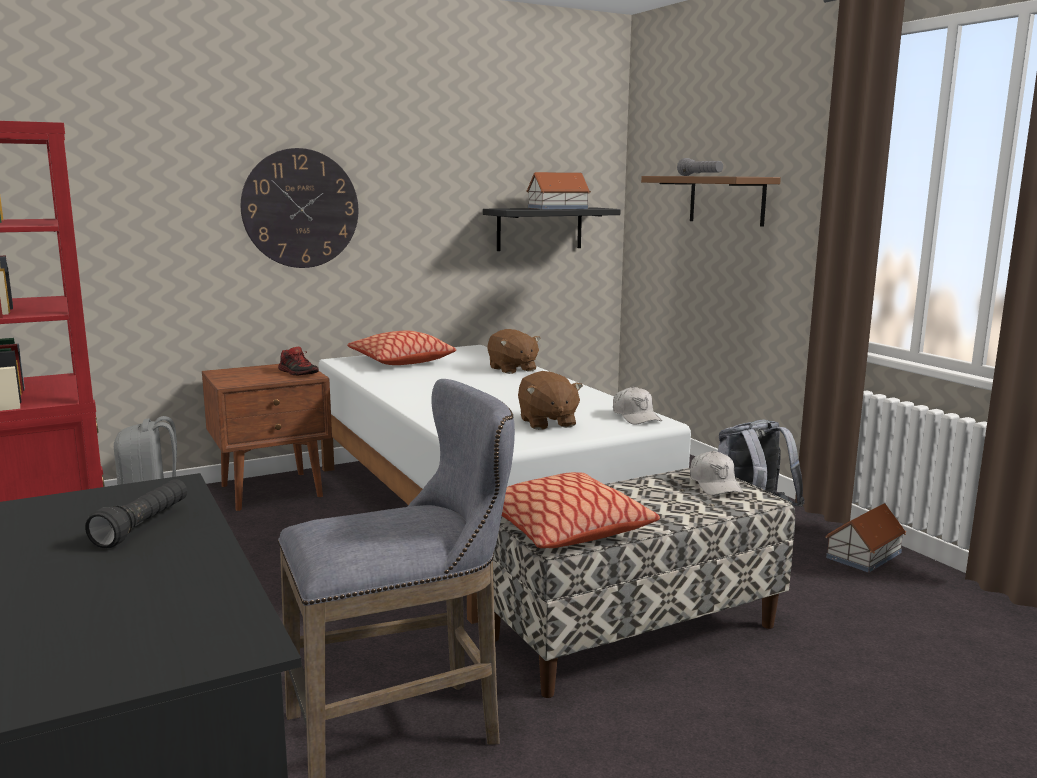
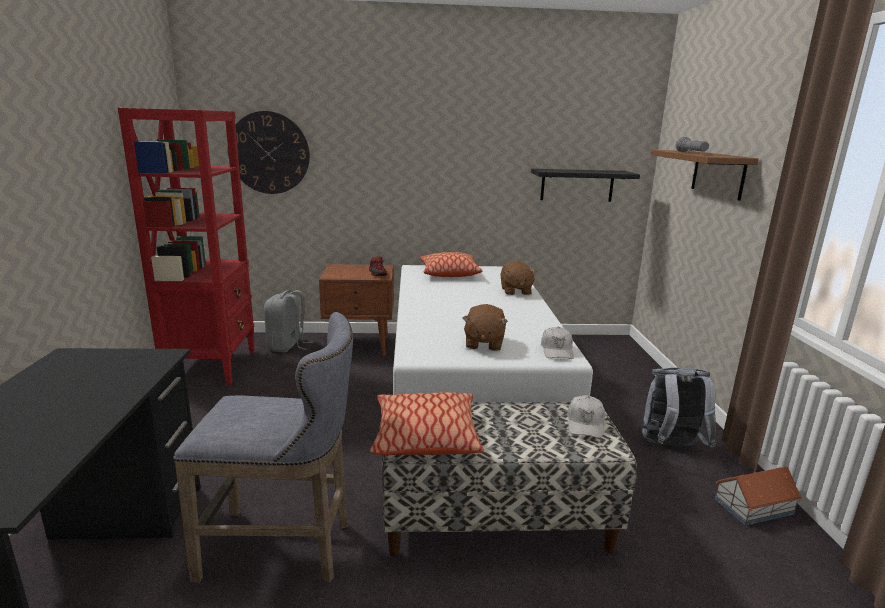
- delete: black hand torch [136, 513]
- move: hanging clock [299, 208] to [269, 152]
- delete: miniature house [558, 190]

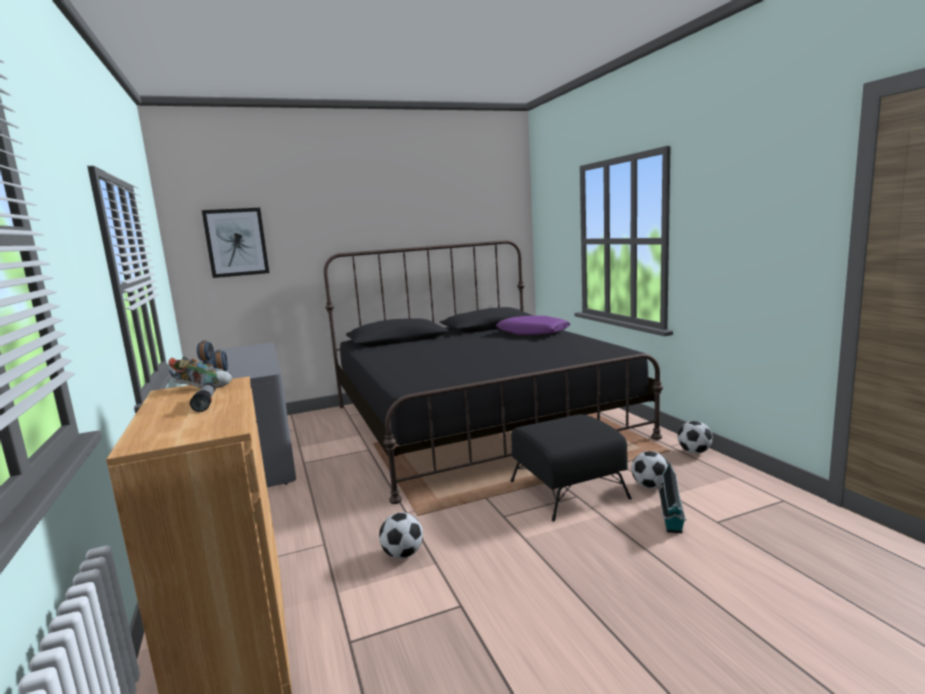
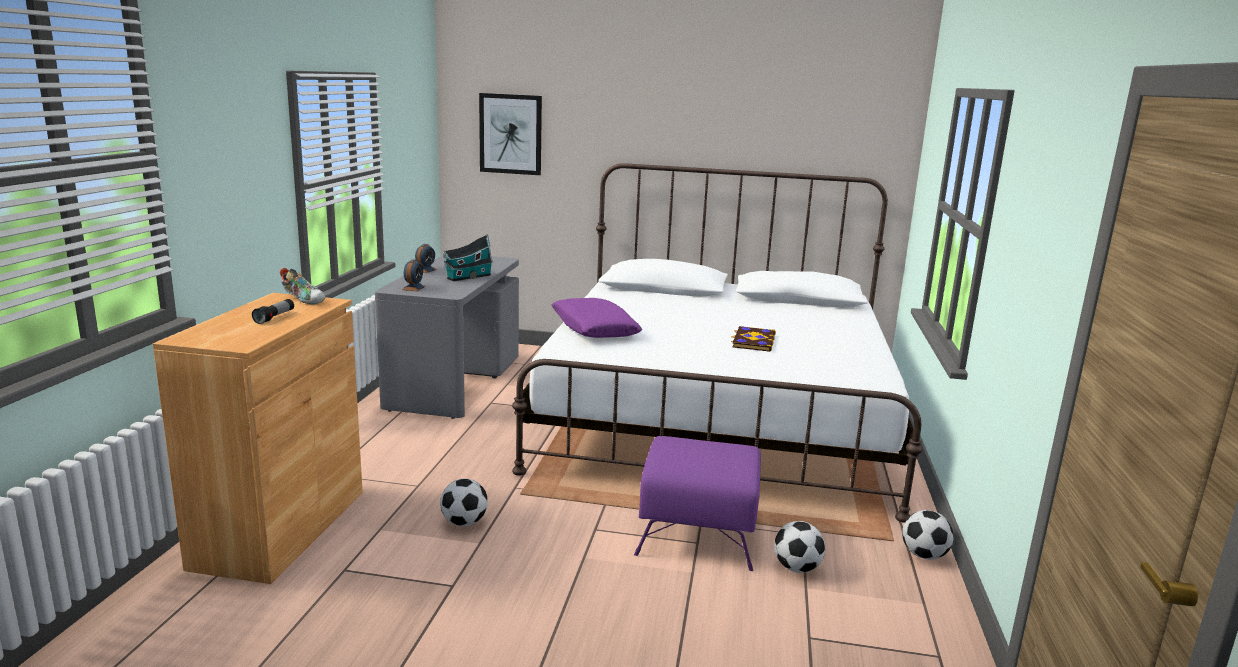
- recolor: black bed [493, 372] to white-coloured bed [717, 343]
- move: purple-coloured cushion [533, 325] to [597, 318]
- recolor: black pouffe [571, 467] to purple-coloured pouffe [697, 503]
- move: miniature house [672, 497] to [468, 258]
- insert: book [753, 339]

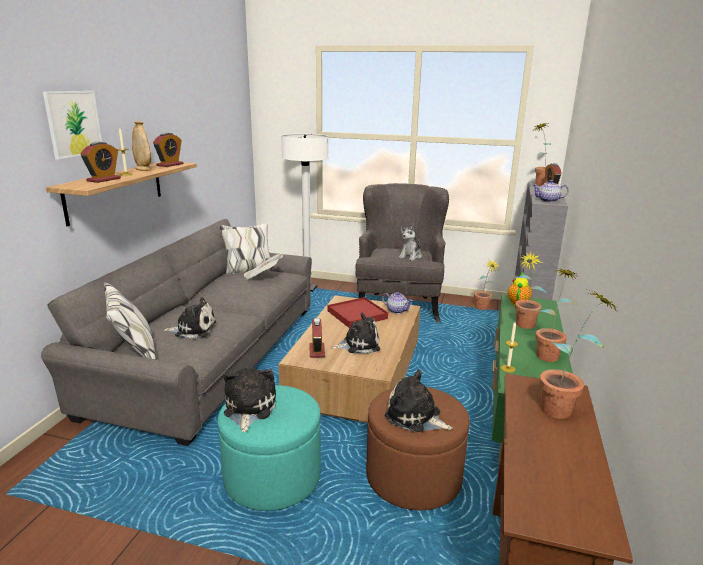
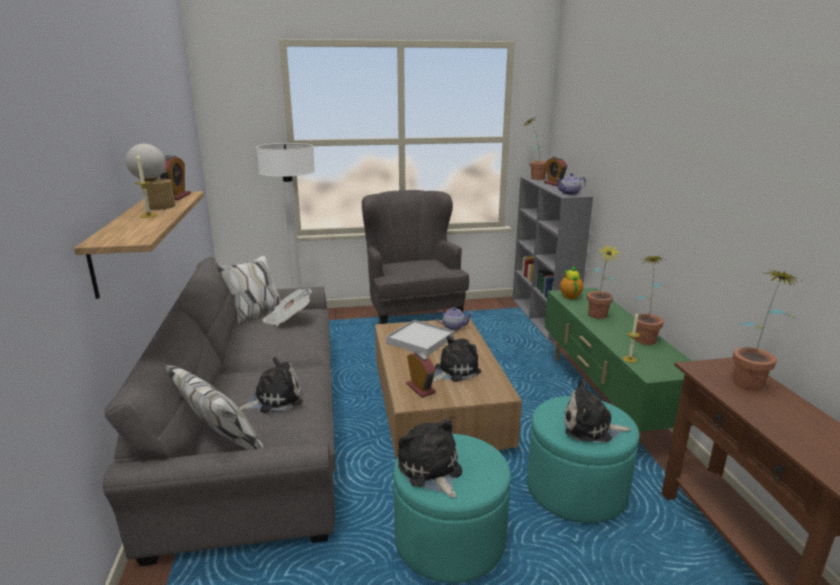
- delete: picture [72, 125]
- delete: table clock [100, 162]
- replace: beige vase [142, 146] to lamp for a table [150, 177]
- recolor: reddish tray [358, 312] to white-coloured tray [420, 338]
- recolor: brown-coloured pouffe [418, 449] to turquoise pouffe [583, 459]
- delete: plush toy [410, 242]
- delete: houseplant [486, 285]

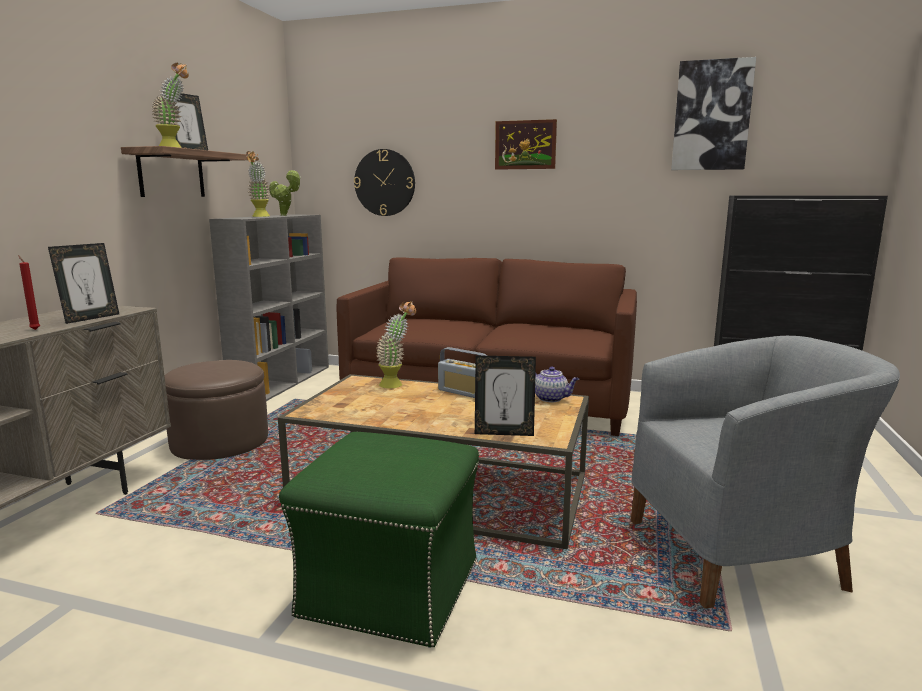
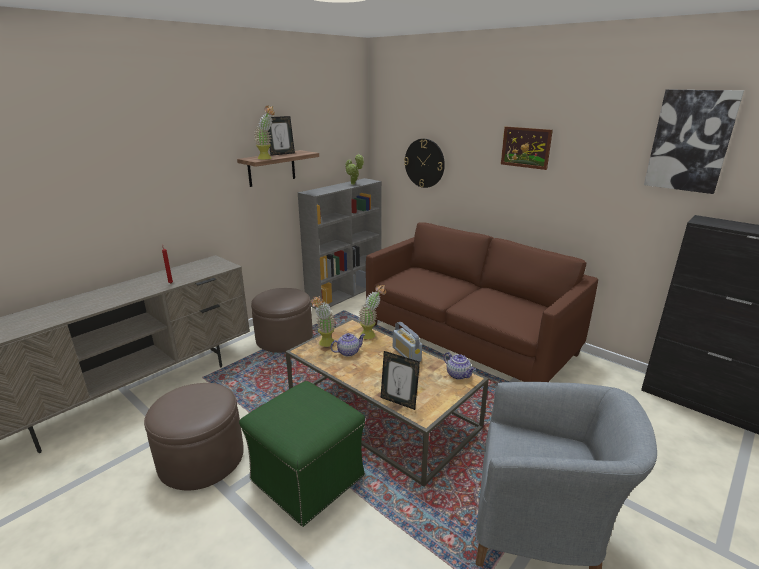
- delete: standing frame [83, 283]
- move: houseplant [258, 184] to [323, 321]
- insert: brown-coloured pouffe [194, 436]
- insert: tea pot [348, 345]

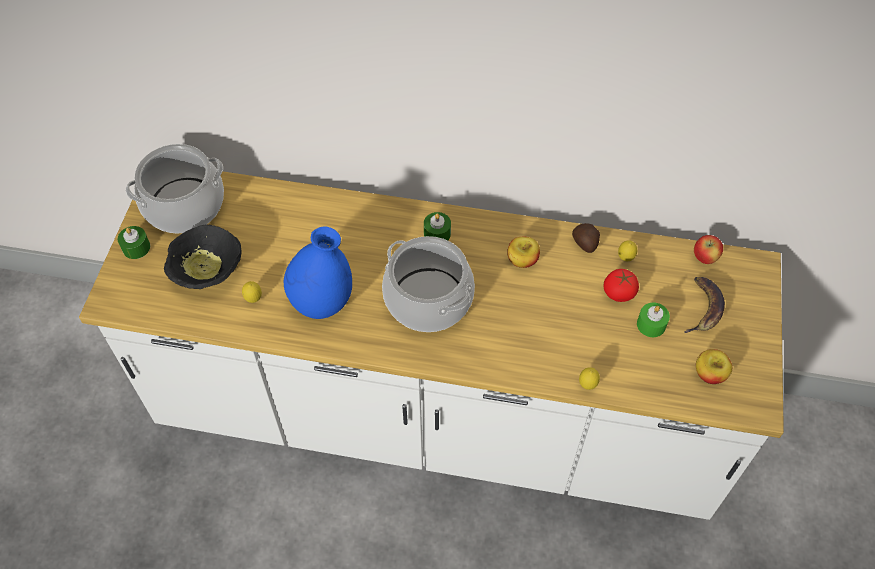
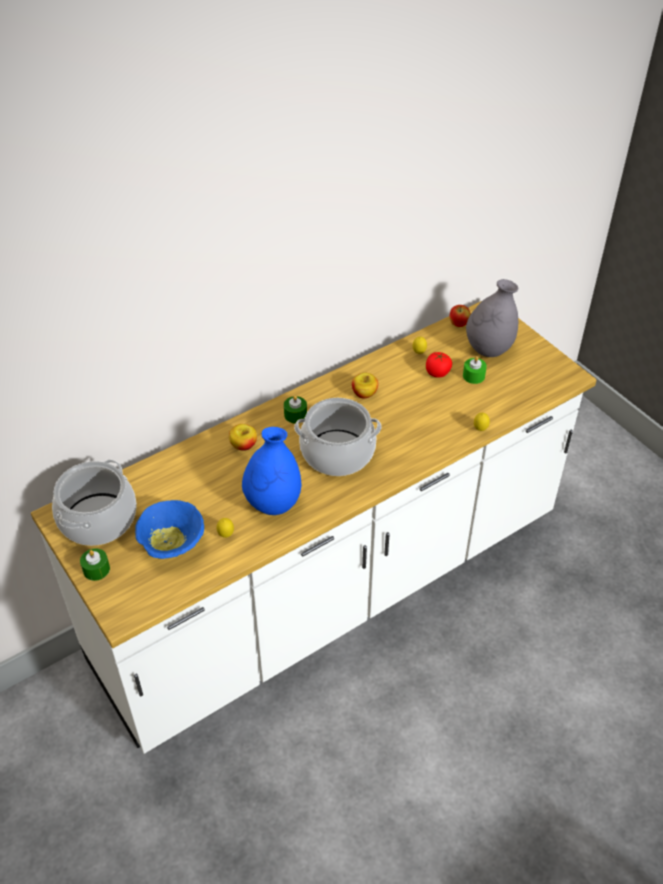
- recolor: black deep dish [202, 257] to blue-coloured deep dish [169, 529]
- delete: whole potato [586, 238]
- replace: banana fruit [704, 305] to grey vase [492, 318]
- move: apple [714, 366] to [243, 437]

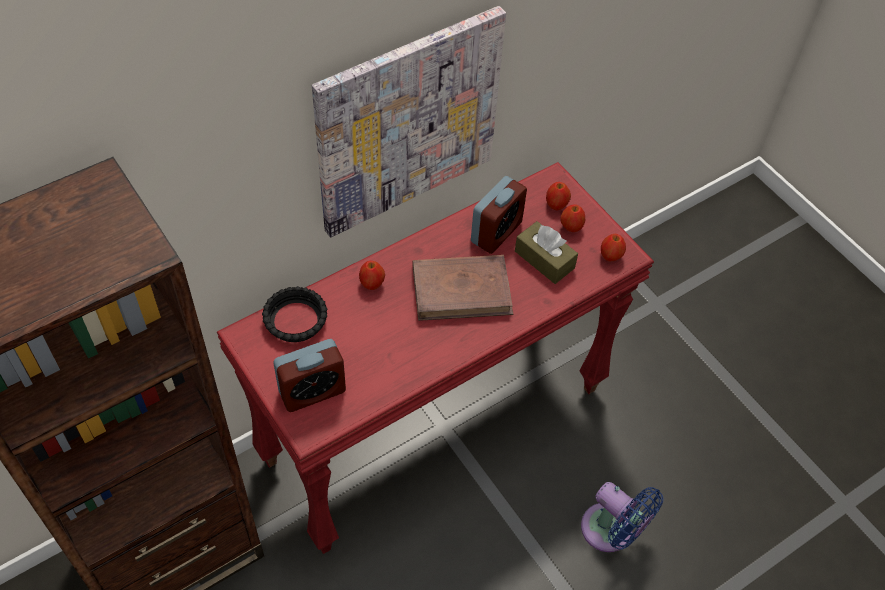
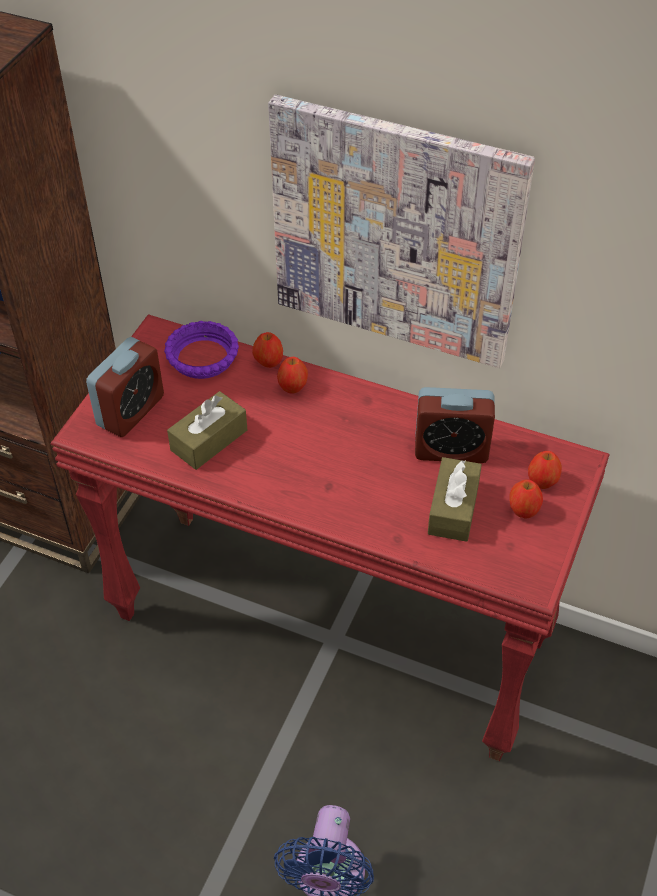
- recolor: black deep dish [295, 314] to purple-coloured deep dish [201, 350]
- rotate: table clock [309, 375] = [125, 387] 90 degrees counterclockwise
- delete: brown-coloured book [463, 288]
- move: apple [613, 247] to [267, 350]
- insert: brown-coloured box of tissues [207, 430]

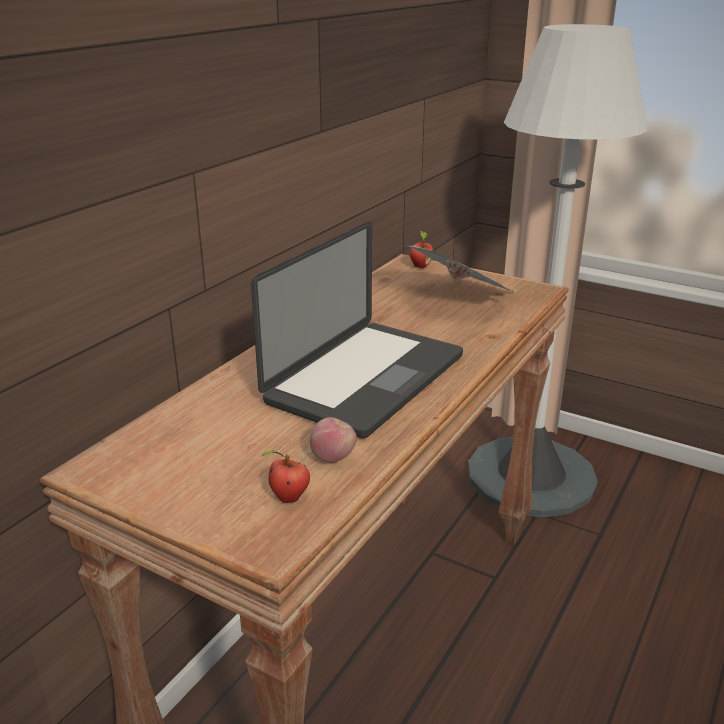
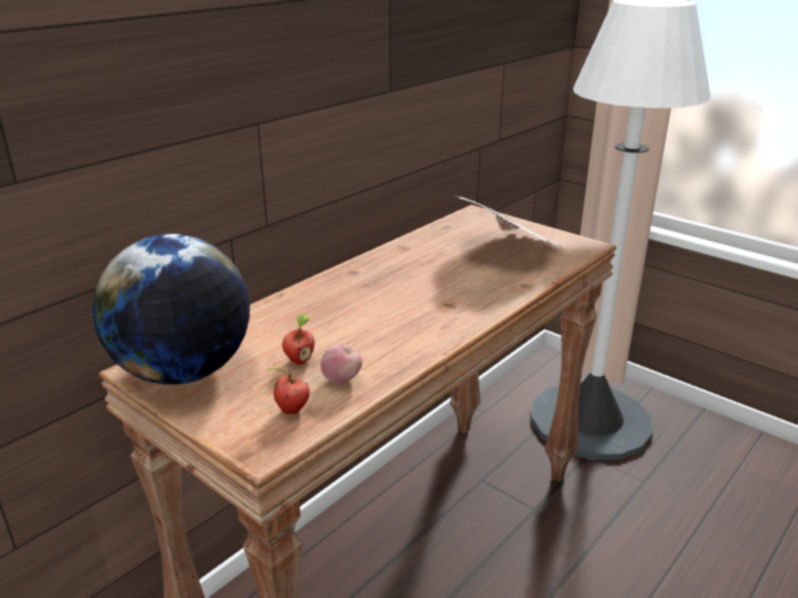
- delete: laptop [357, 330]
- move: apple [421, 249] to [298, 338]
- insert: desk globe [171, 309]

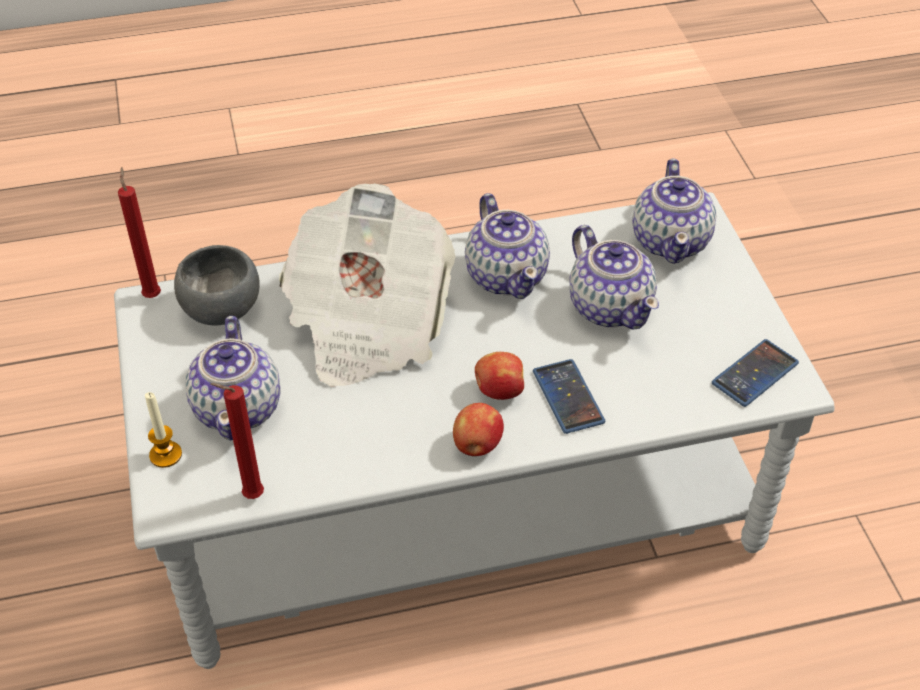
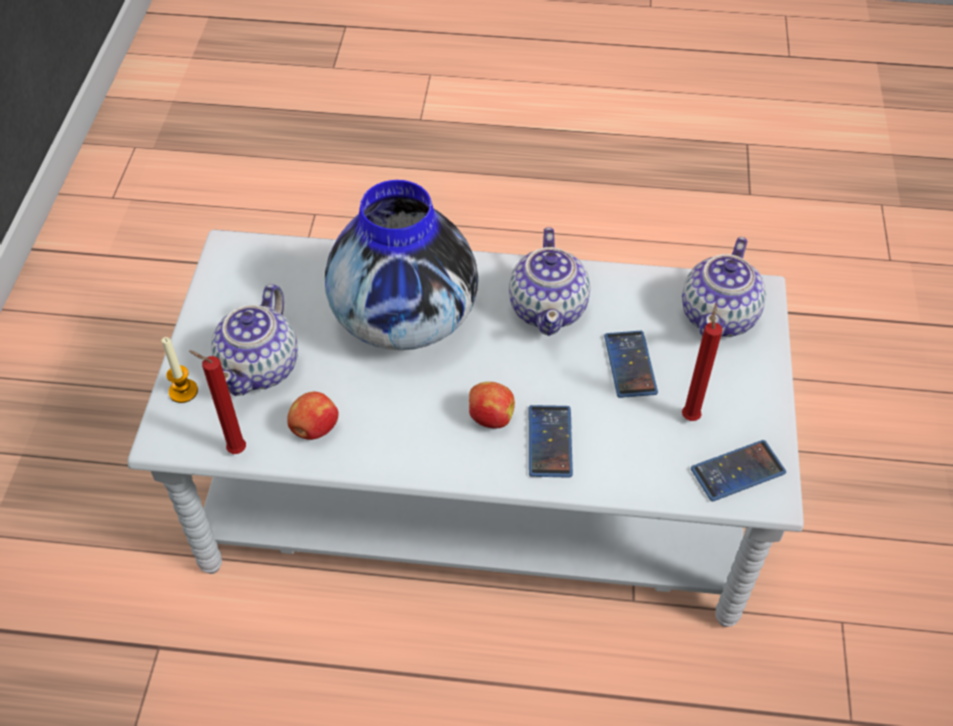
- move: reddish candle [139, 232] to [702, 362]
- delete: grey deep dish [217, 285]
- replace: newspaper [367, 285] to vase [401, 265]
- move: apple [478, 429] to [313, 416]
- replace: tea pot [614, 277] to phone [631, 364]

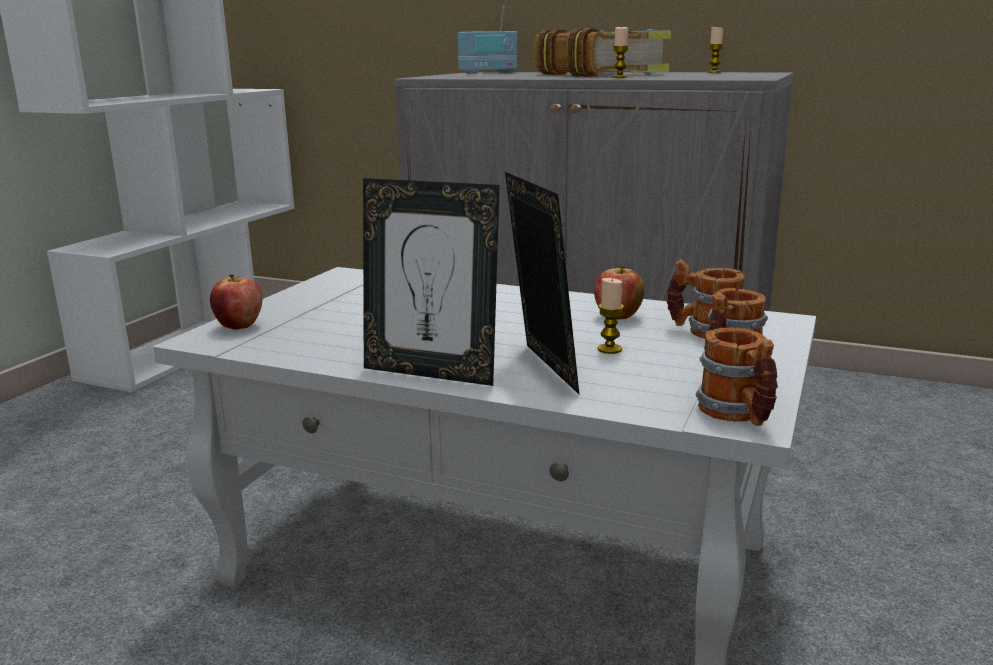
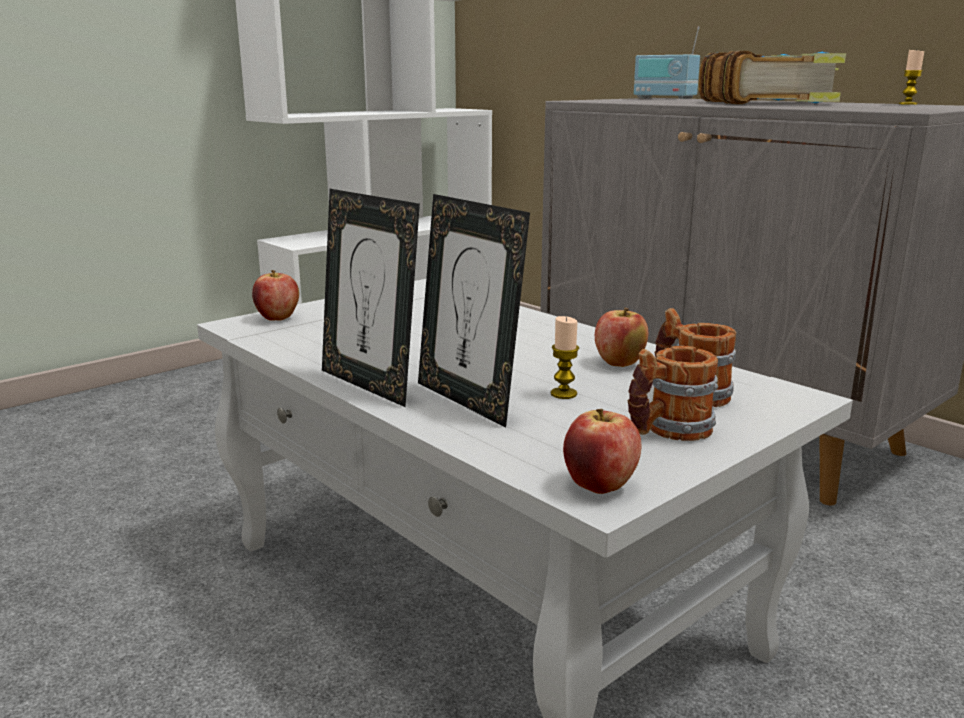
- rotate: radio set [487, 39] = [667, 62] 45 degrees clockwise
- rotate: standing frame [542, 283] = [474, 310] 135 degrees clockwise
- delete: candle [620, 52]
- replace: tea mug [737, 376] to apple [602, 451]

